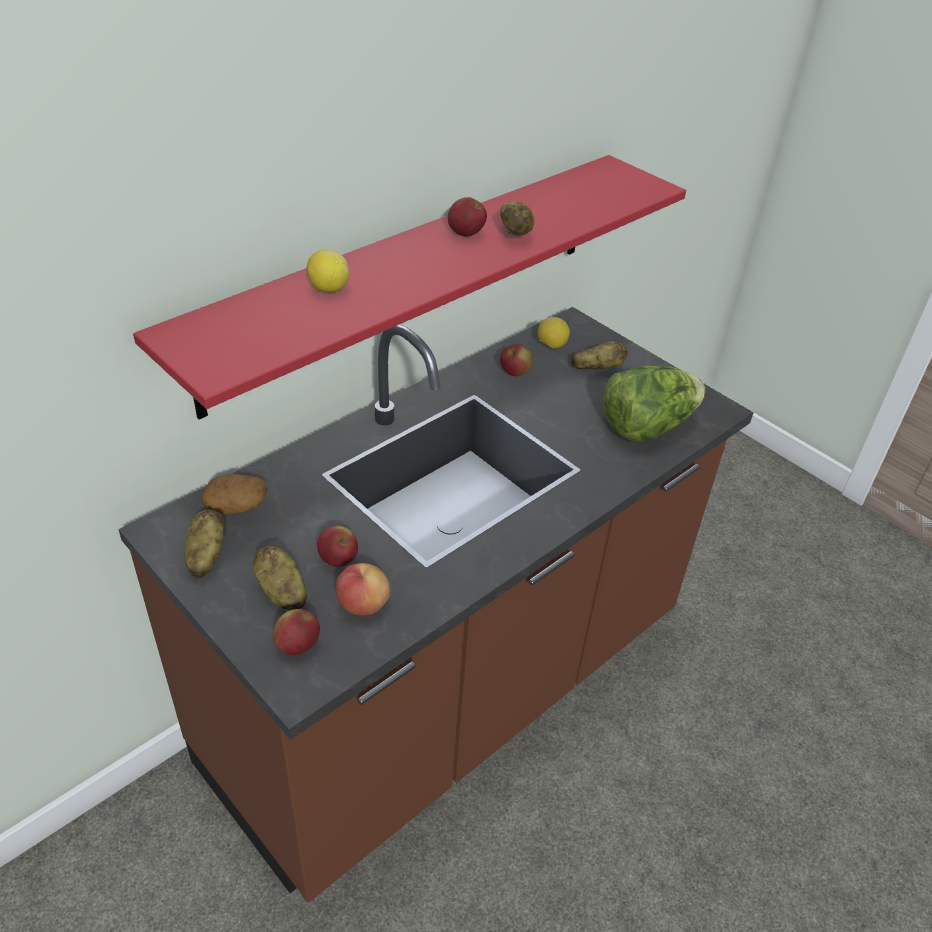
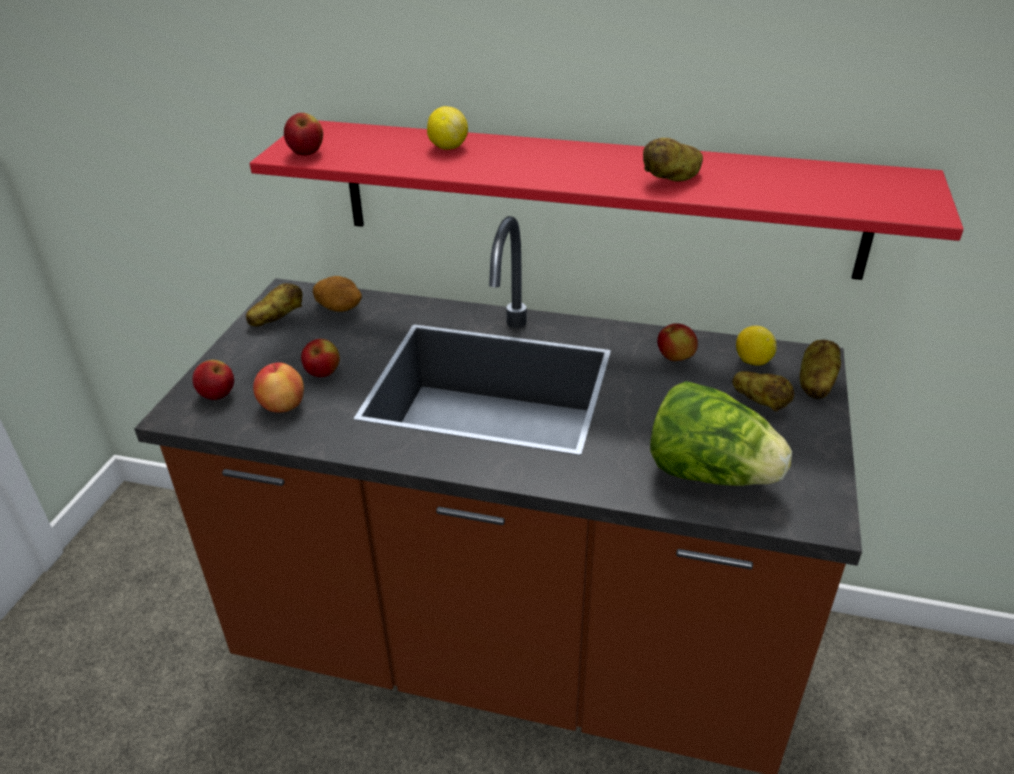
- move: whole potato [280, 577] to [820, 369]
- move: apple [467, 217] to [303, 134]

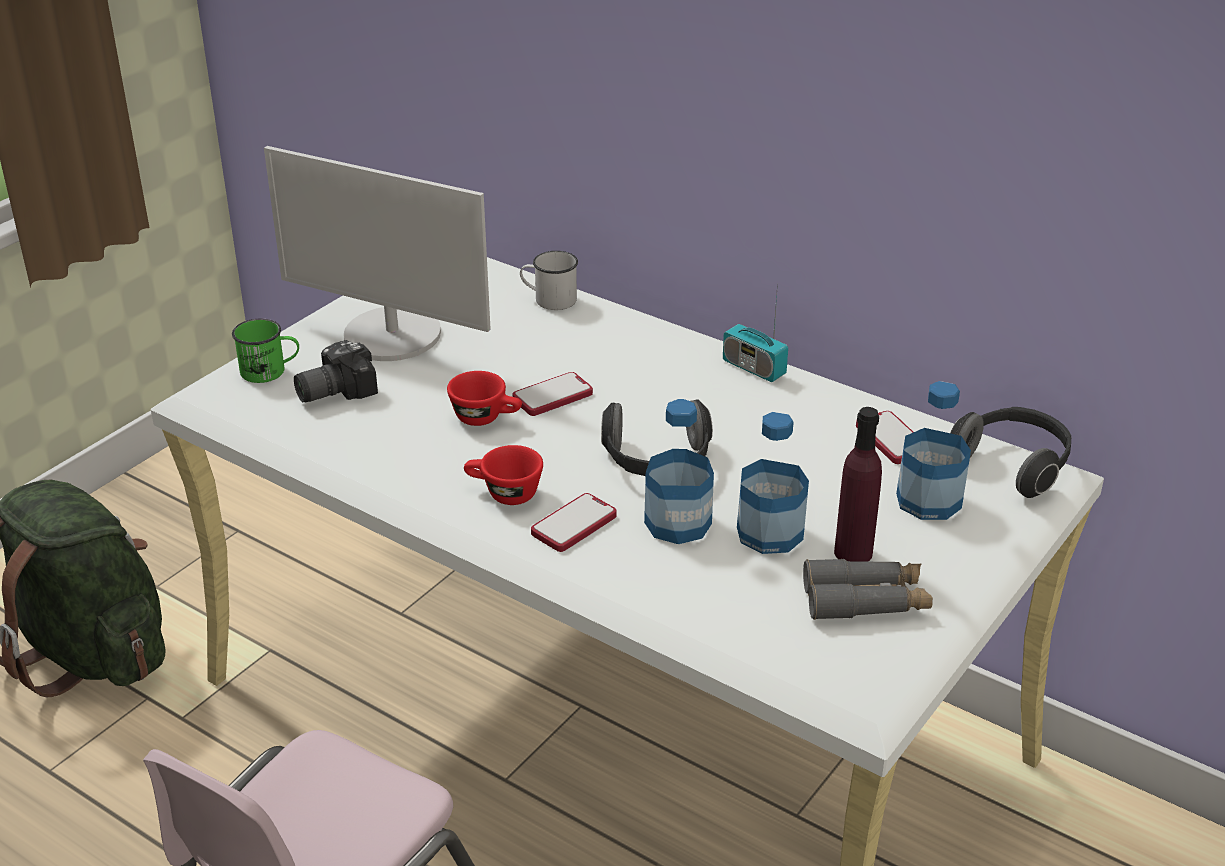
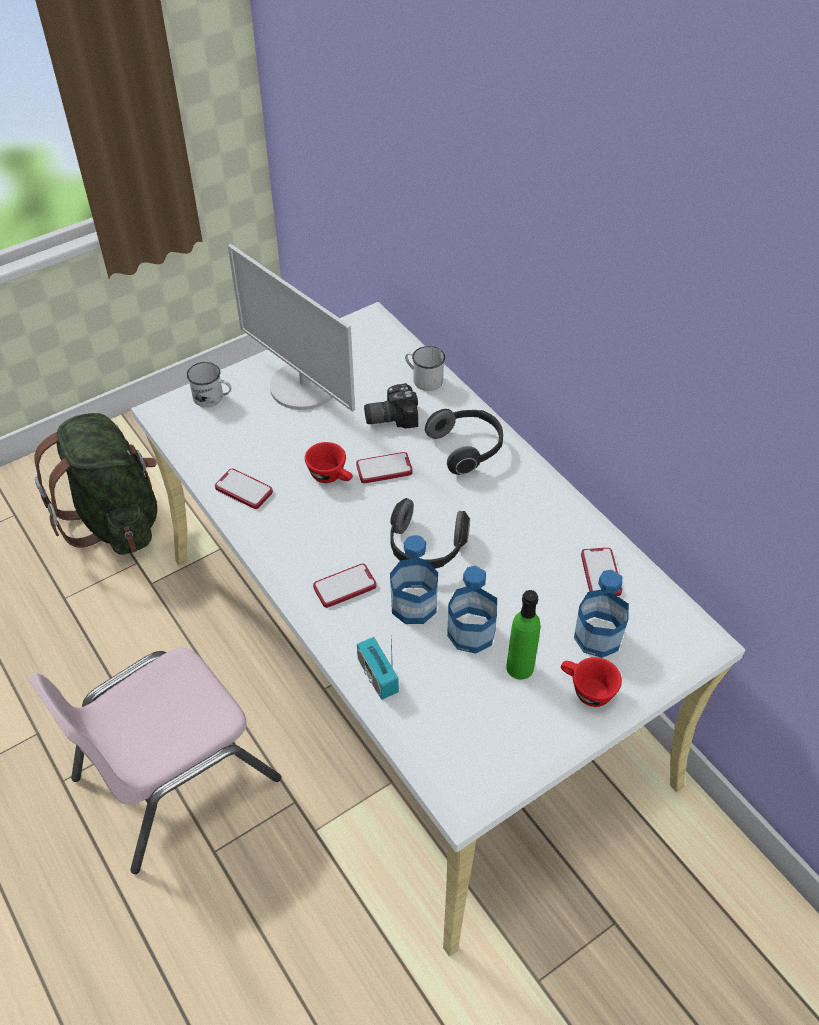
- recolor: green-coloured tea mug [265, 351] to white-coloured tea mug [209, 384]
- move: photo camera [336, 371] to [391, 406]
- move: reddish drinking cup [503, 475] to [591, 682]
- move: radio set [755, 332] to [378, 668]
- delete: grey pair of binoculars [868, 589]
- recolor: purple-coloured drink bottle [858, 484] to green-coloured drink bottle [523, 635]
- move: headphones [1010, 452] to [464, 442]
- insert: phone [244, 489]

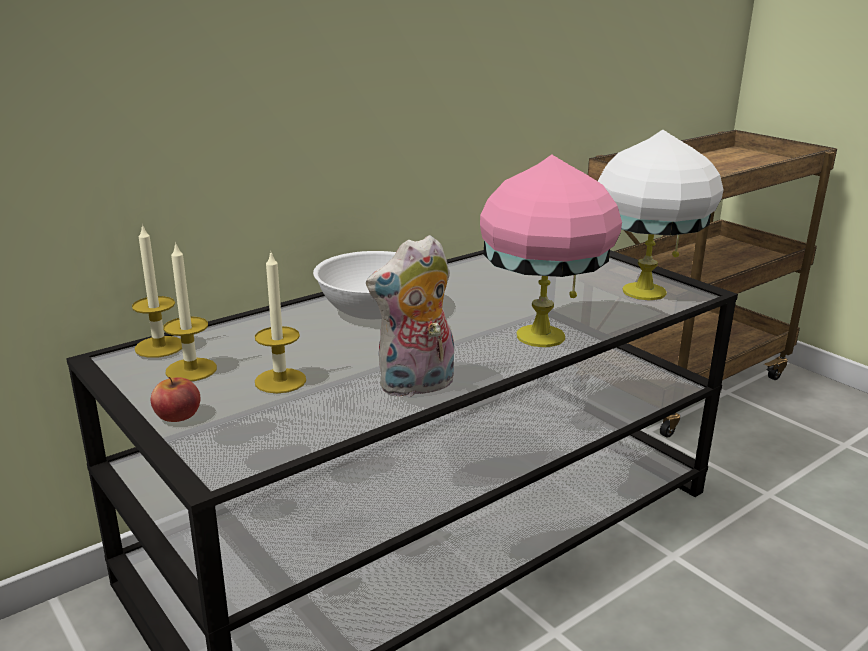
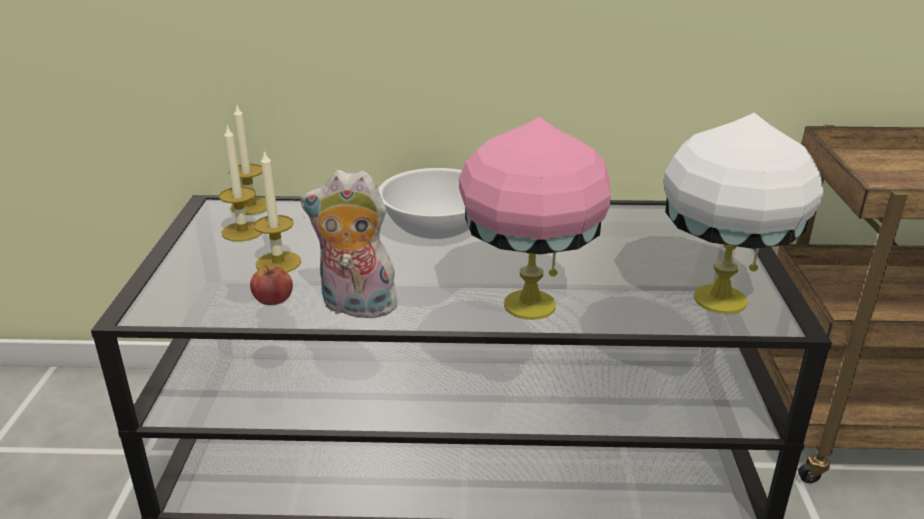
- move: apple [175, 399] to [271, 285]

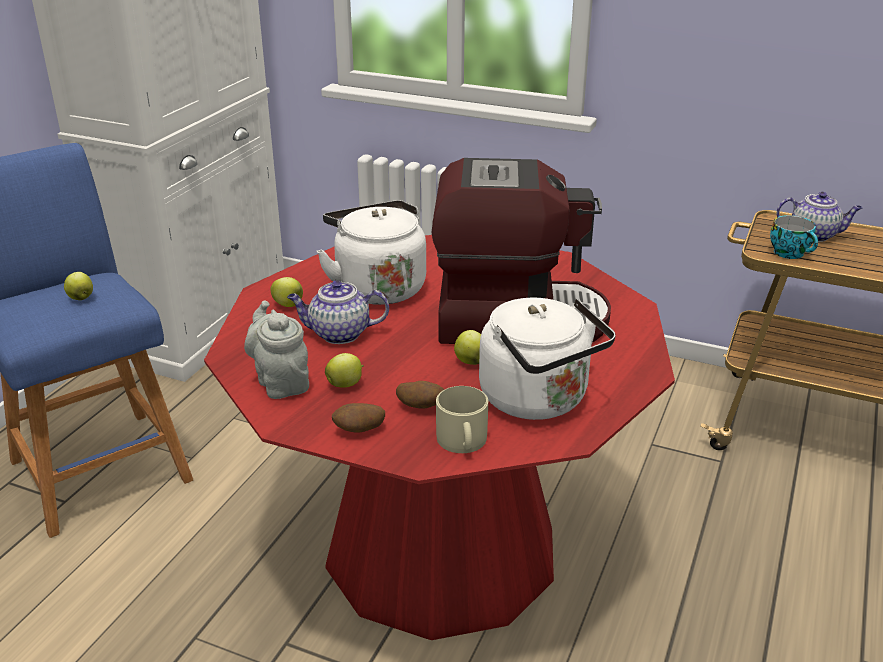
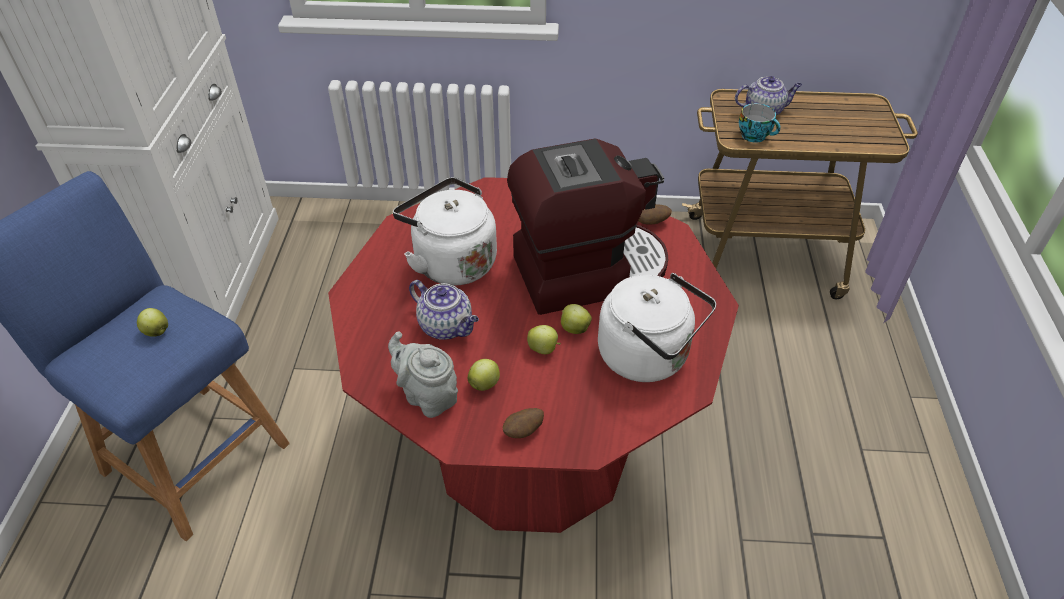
- move: apple [286, 292] to [544, 339]
- rotate: tea pot [338, 312] = [444, 310] 120 degrees counterclockwise
- move: whole potato [420, 395] to [655, 214]
- delete: beige tea mug [462, 419]

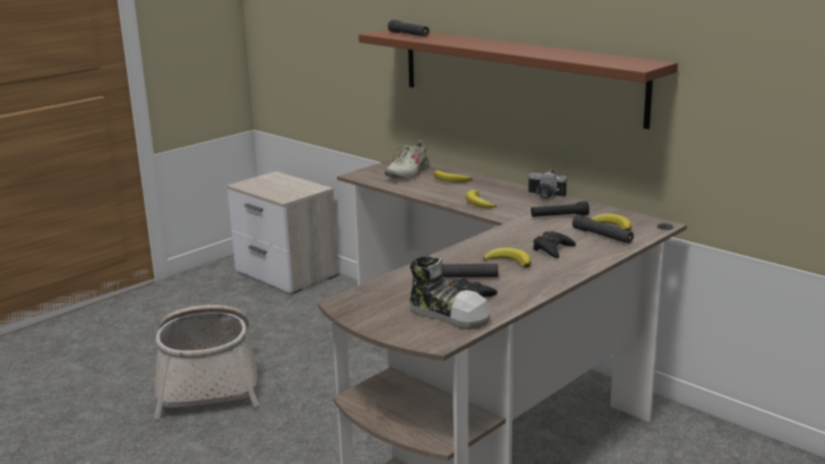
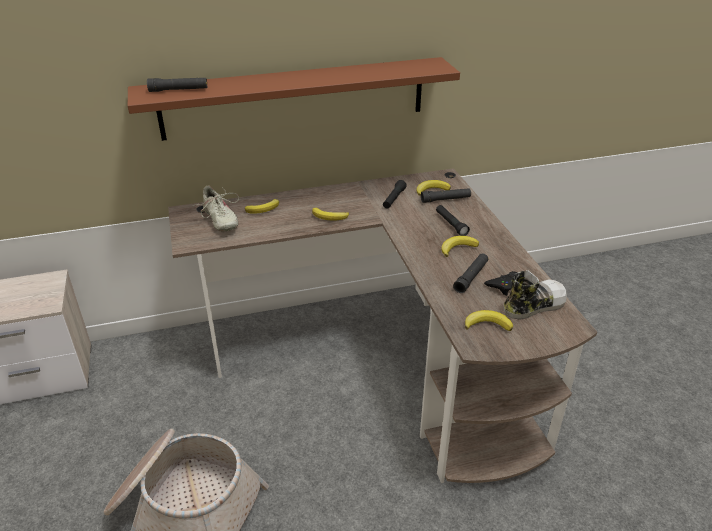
- delete: photo camera [547, 184]
- replace: black game controller [554, 244] to black hand torch [453, 220]
- insert: banana fruit [489, 320]

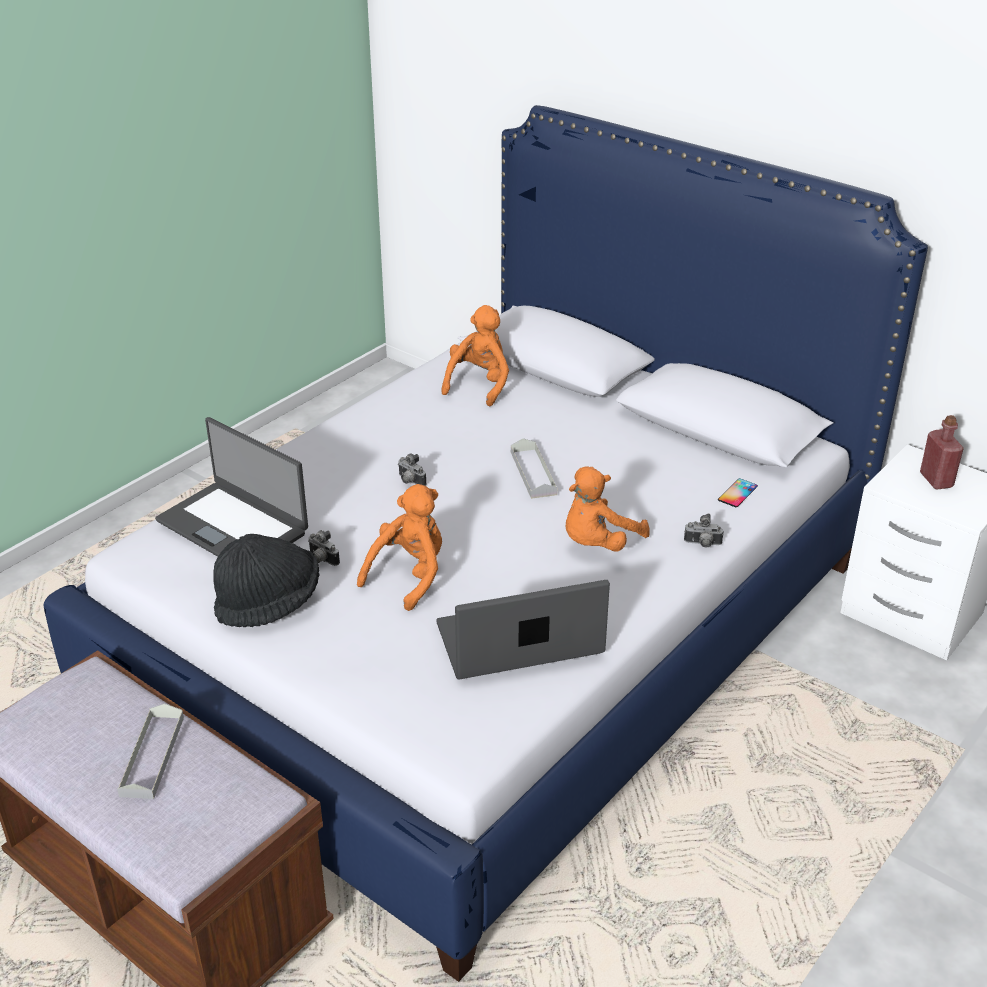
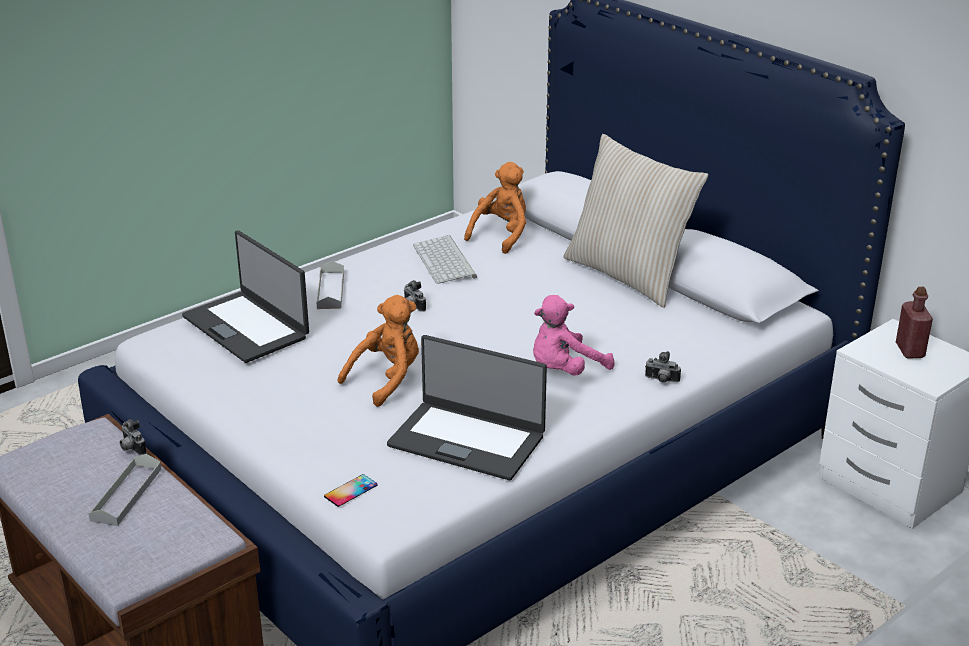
- delete: black wearable hat [266, 580]
- move: photo camera [324, 548] to [133, 437]
- rotate: laptop [523, 630] = [467, 407] 150 degrees counterclockwise
- move: grey tray [534, 468] to [330, 285]
- recolor: orange-coloured plush toy [608, 509] to pinkish plush toy [574, 335]
- move: phone [738, 492] to [351, 490]
- insert: PC keyboard [445, 259]
- insert: beige cushion [635, 221]

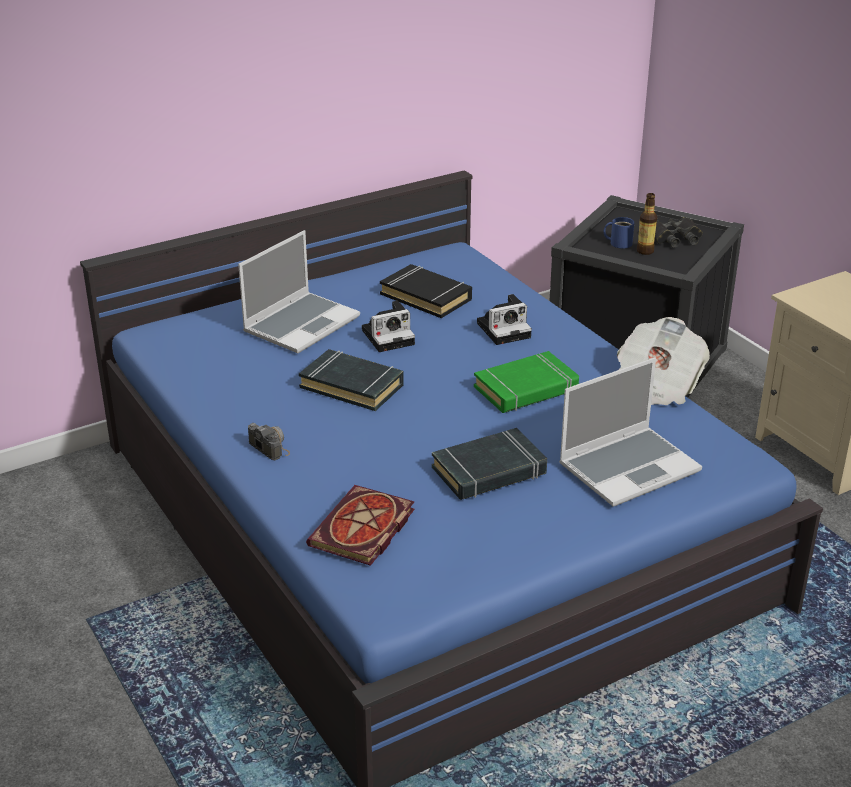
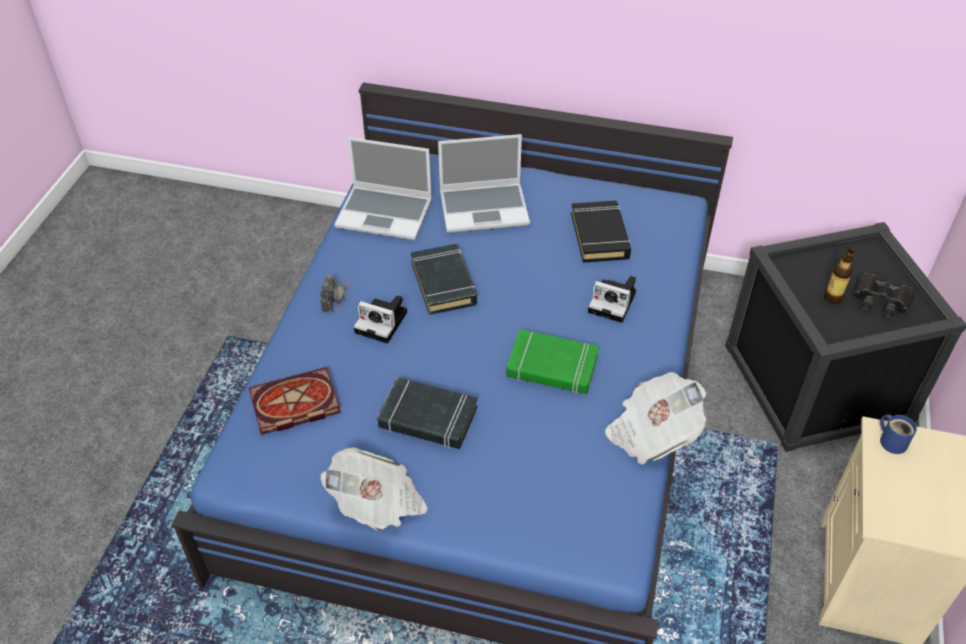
- move: photo camera [388, 326] to [380, 319]
- move: laptop [630, 432] to [383, 188]
- move: blue-coloured tea mug [619, 232] to [898, 434]
- insert: newspaper [374, 488]

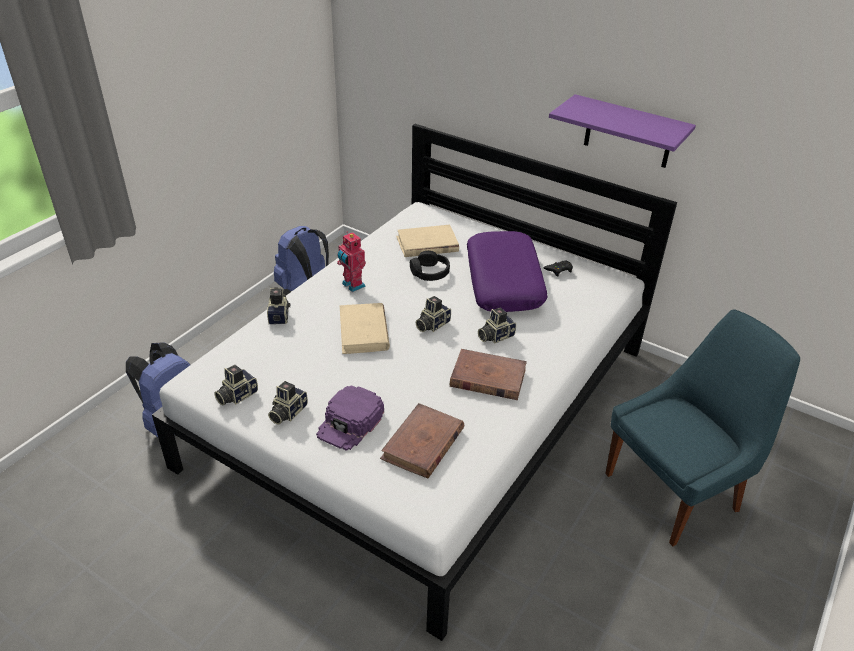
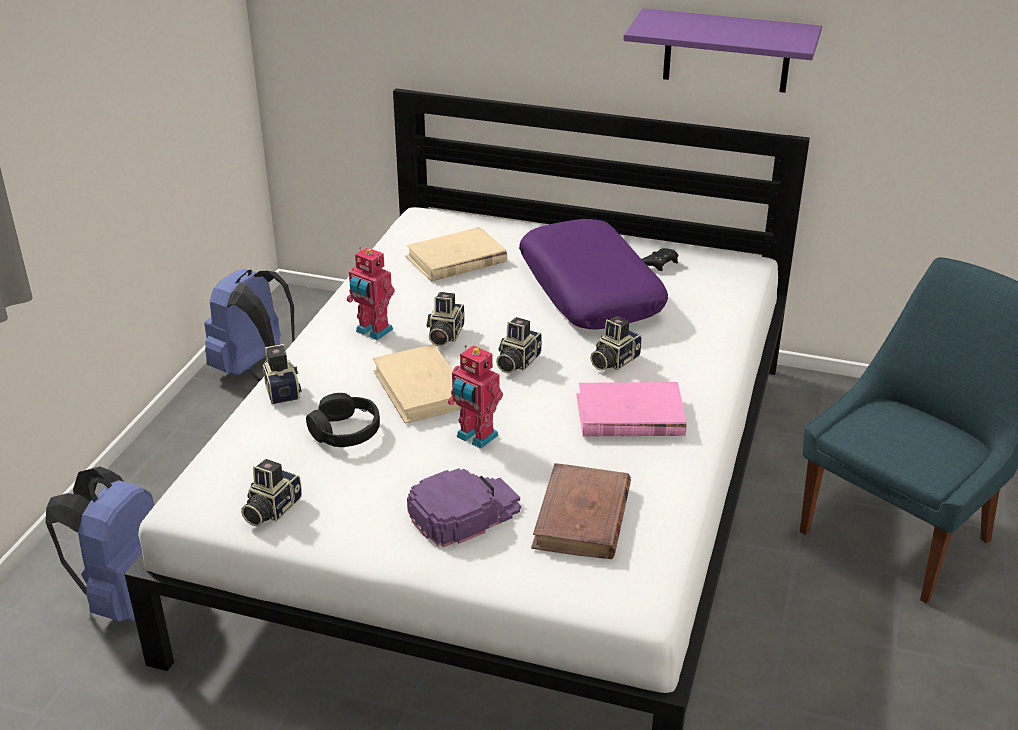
- move: photo camera [288, 402] to [445, 319]
- rotate: purple-coloured peaked cap [350, 418] = [464, 507] 135 degrees counterclockwise
- move: black headphones [430, 266] to [343, 420]
- recolor: brown-coloured book [488, 374] to pinkish book [632, 409]
- insert: model robot [475, 397]

